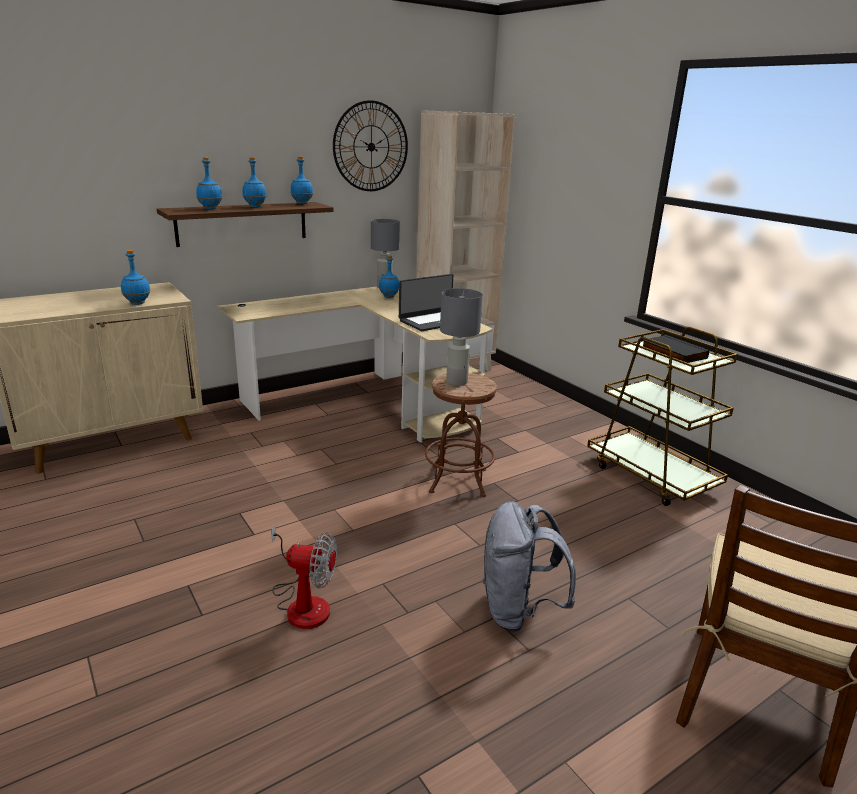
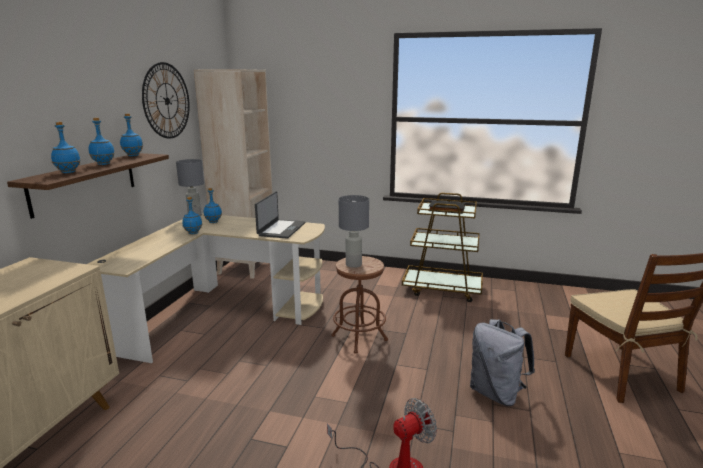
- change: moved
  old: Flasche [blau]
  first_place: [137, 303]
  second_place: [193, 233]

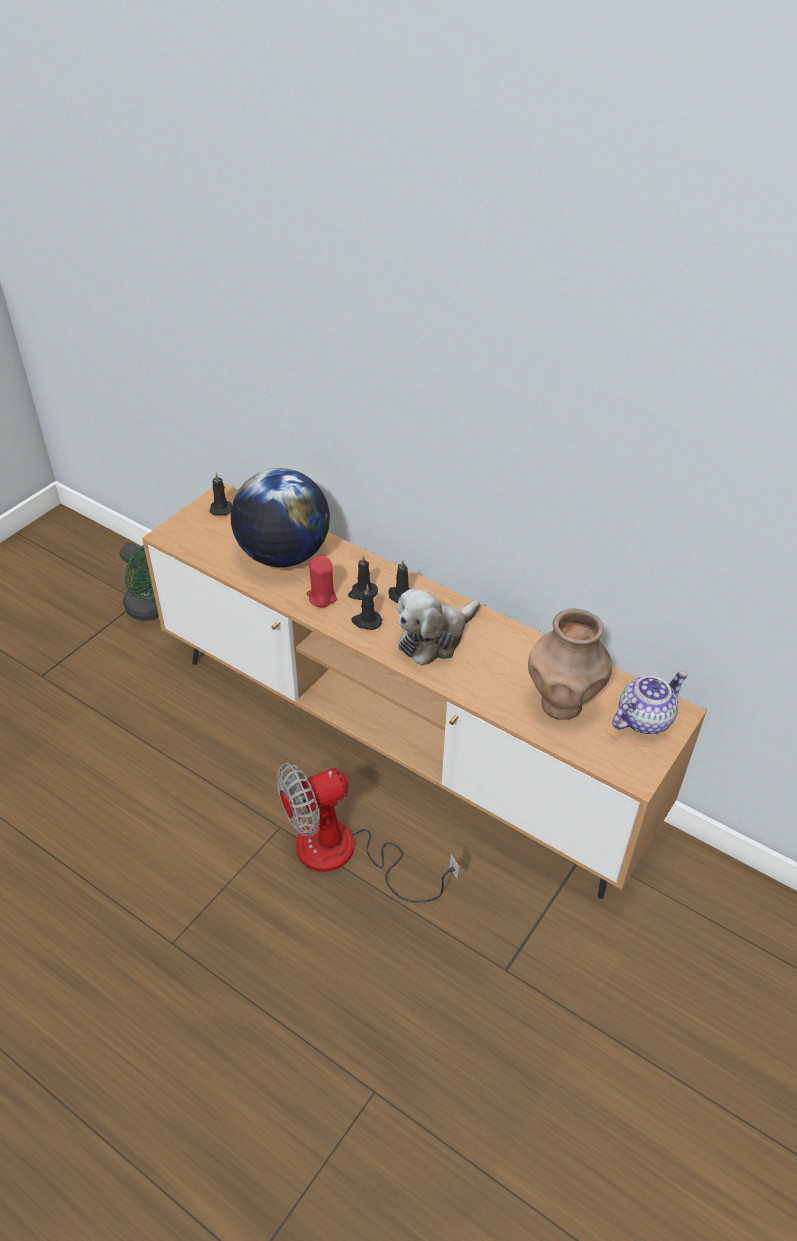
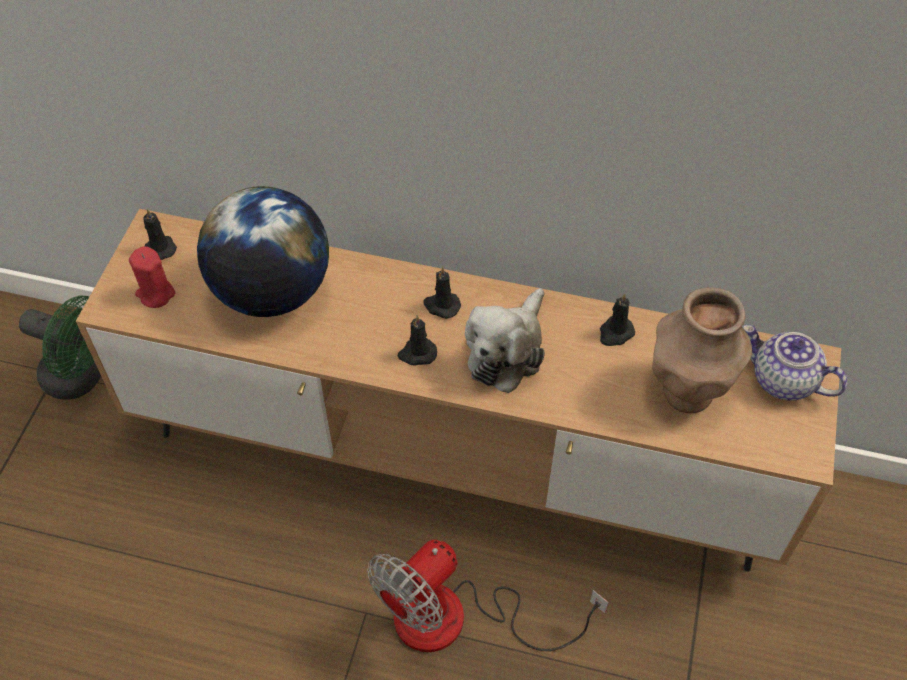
- change: moved
  old: Kerze [rot]
  first_place: [321, 597]
  second_place: [155, 294]
- change: moved
  old: Kerze [schwarz]
  first_place: [362, 592]
  second_place: [615, 333]
- change: turned
  old: Teekanne
  first_place: [644, 718]
  second_place: [782, 380]
  degrees: -90

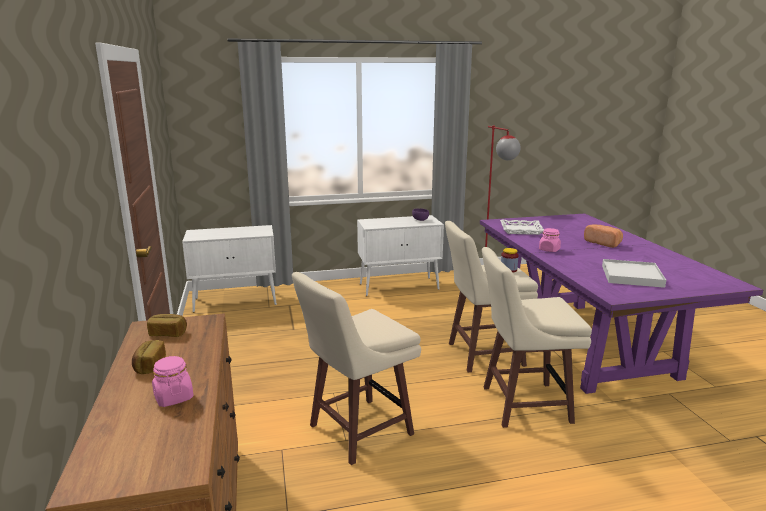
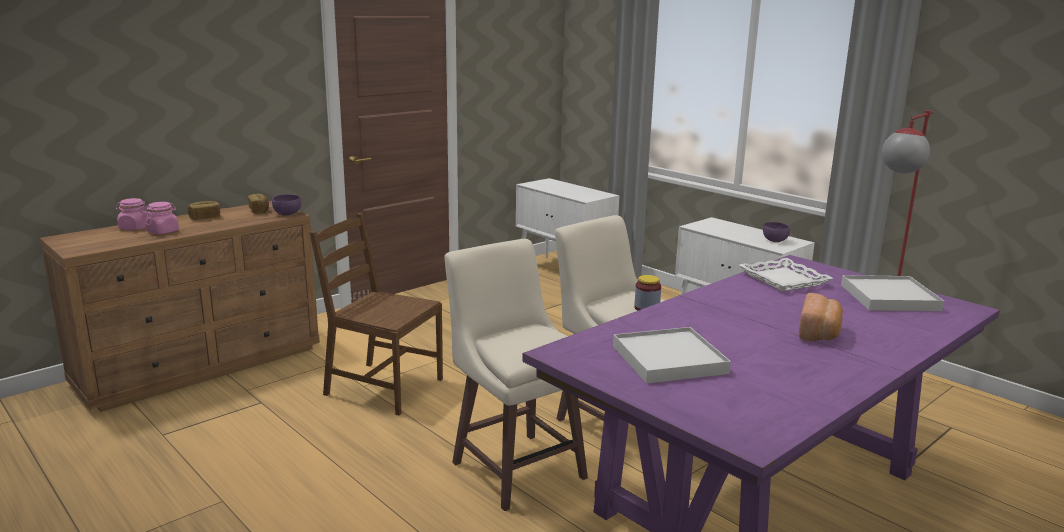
- change: added
  new: Schüssel [lila]
  second_place: [287, 214]
- change: added
  new: Tablett [weiß]
  second_place: [889, 297]
- change: moved
  old: Vorratsglas [rosa]
  first_place: [549, 250]
  second_place: [134, 228]
- change: replaced
  old: Hocker [beige]
  new: Stuhl [braun]
  first_place: [358, 431]
  second_place: [382, 387]

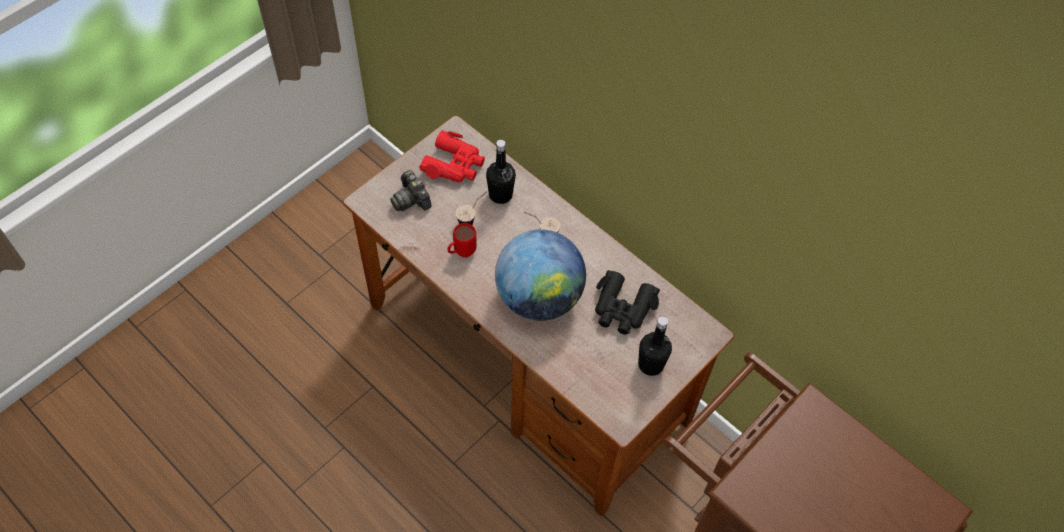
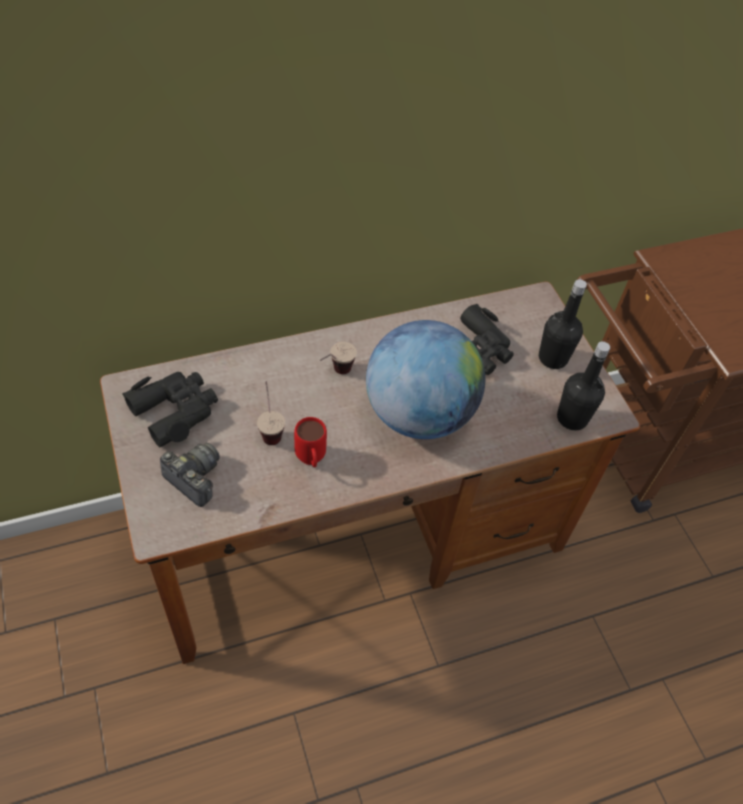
- change: moved
  old: Flasche [schwarz]
  first_place: [500, 195]
  second_place: [572, 418]
- change: recoloured
  old: Fernglas [rot]
  new: Fernglas [schwarz]
  first_place: [454, 164]
  second_place: [175, 410]
- change: turned
  old: Kamera
  first_place: [411, 199]
  second_place: [194, 479]
  degrees: -135

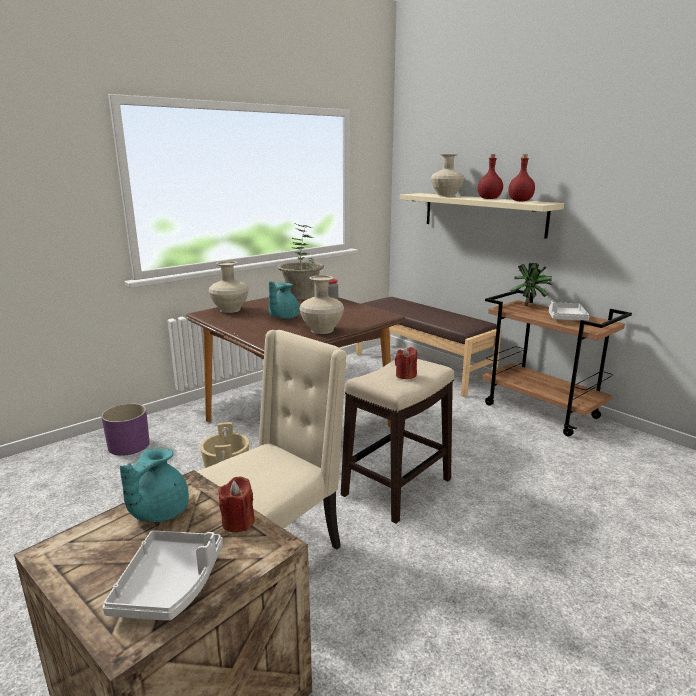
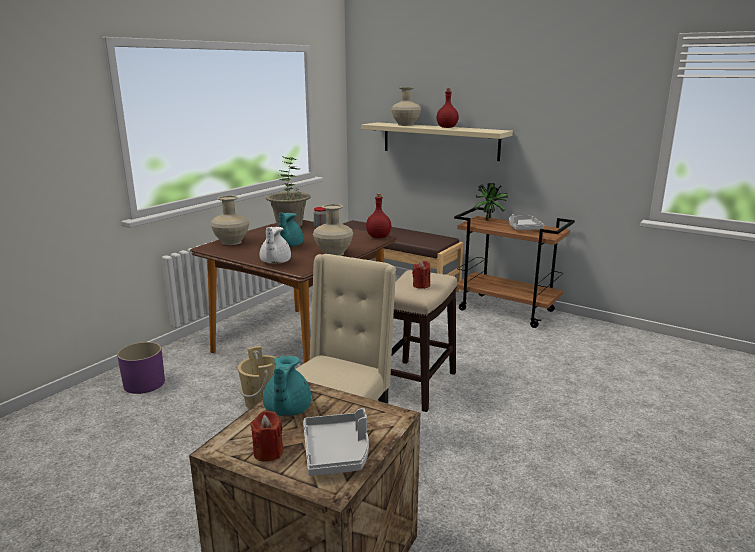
- change: added
  new: Teekanne [weiß]
  second_place: [274, 262]
- change: moved
  old: Kerze [rot]
  first_place: [238, 522]
  second_place: [268, 452]
- change: moved
  old: Flasche [rot]
  first_place: [520, 201]
  second_place: [379, 237]

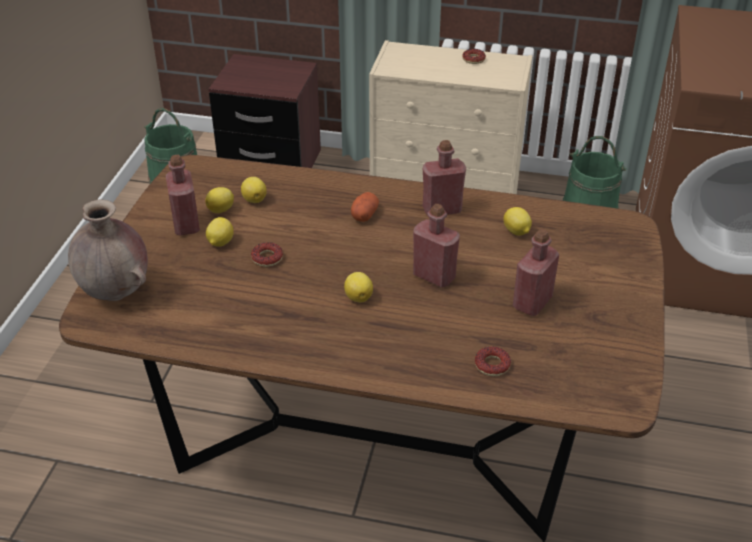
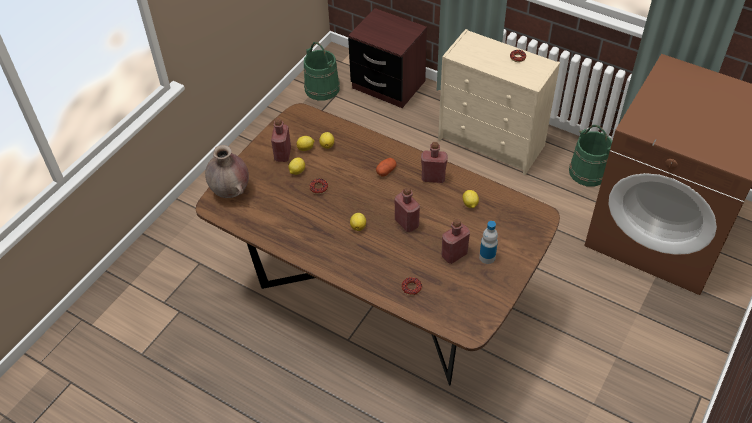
- change: added
  new: Flasche
  second_place: [487, 257]

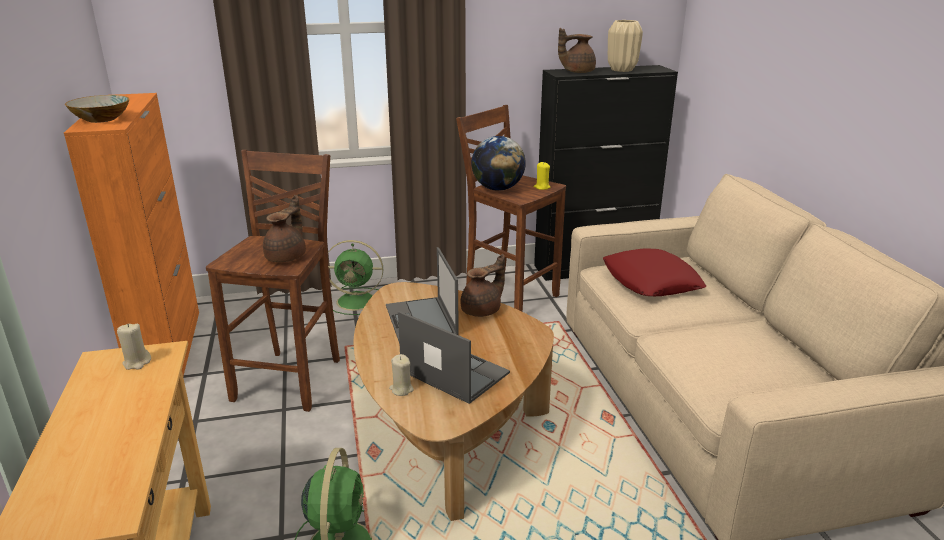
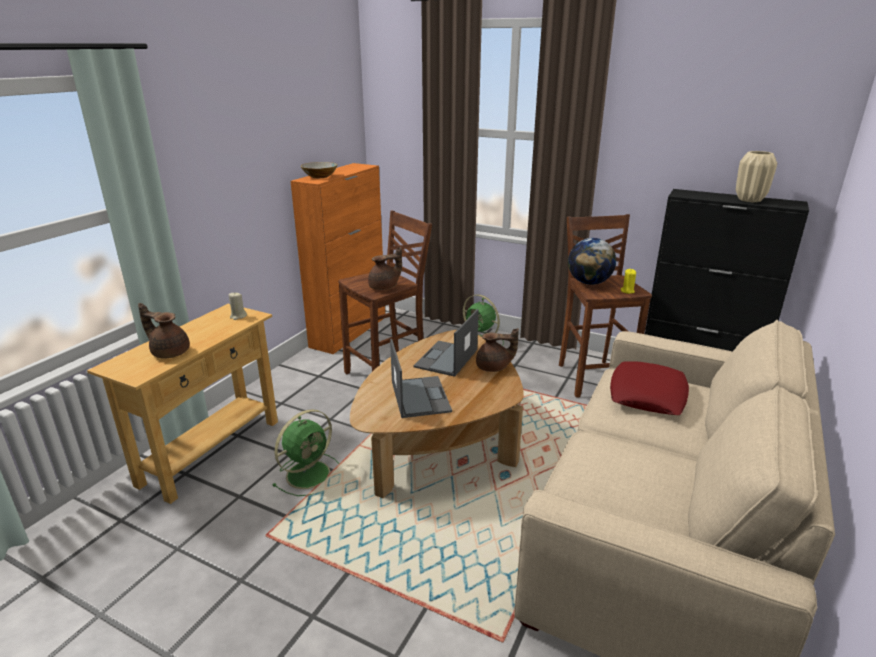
- change: removed
  old: Kerze [beige]
  first_place: [401, 389]
- change: moved
  old: Teekanne [braun]
  first_place: [576, 72]
  second_place: [169, 352]

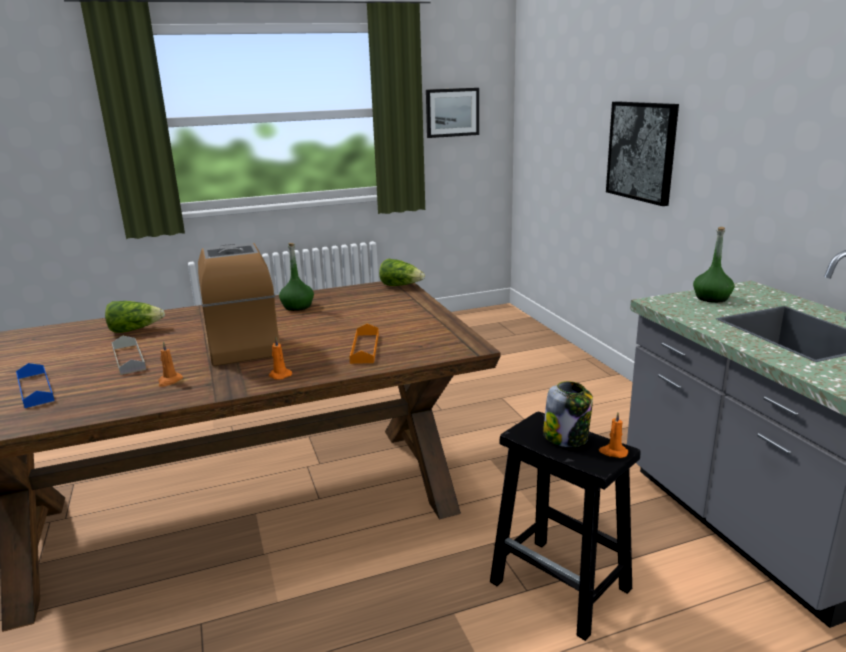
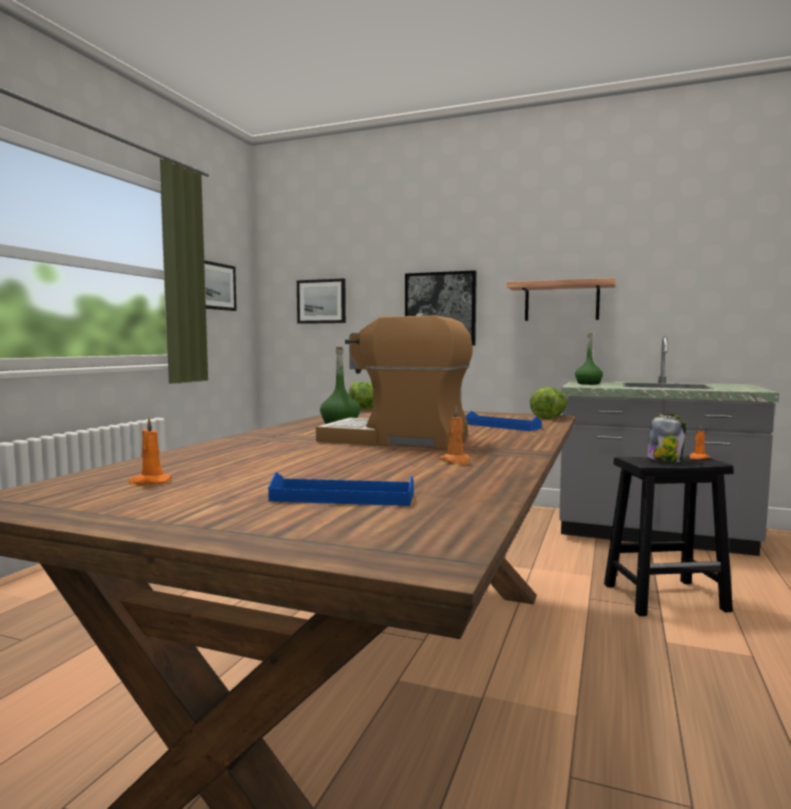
- change: removed
  old: Tablett [grau]
  first_place: [129, 359]
- change: added
  new: Bild
  second_place: [321, 301]
- change: added
  new: Wandregal
  second_place: [561, 301]
- change: moved
  old: Salatkopf
  first_place: [135, 330]
  second_place: [549, 417]
- change: moved
  old: Kerze [orange]
  first_place: [279, 375]
  second_place: [149, 482]
- change: recoloured
  old: Tablett [orange]
  new: Tablett [blau]
  first_place: [365, 348]
  second_place: [502, 426]

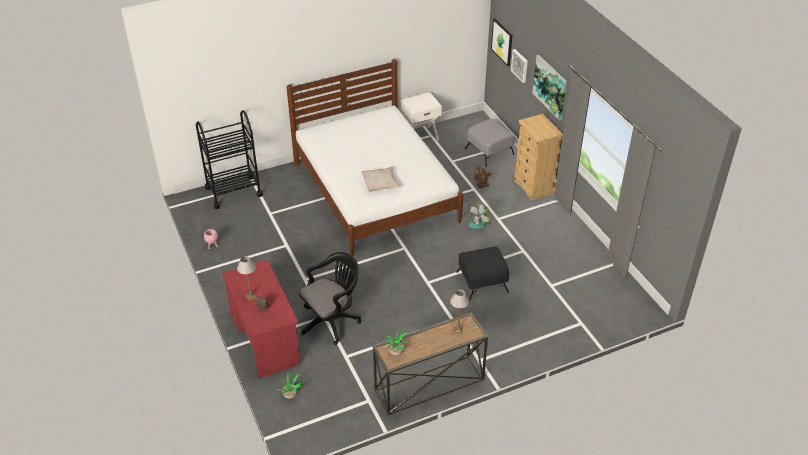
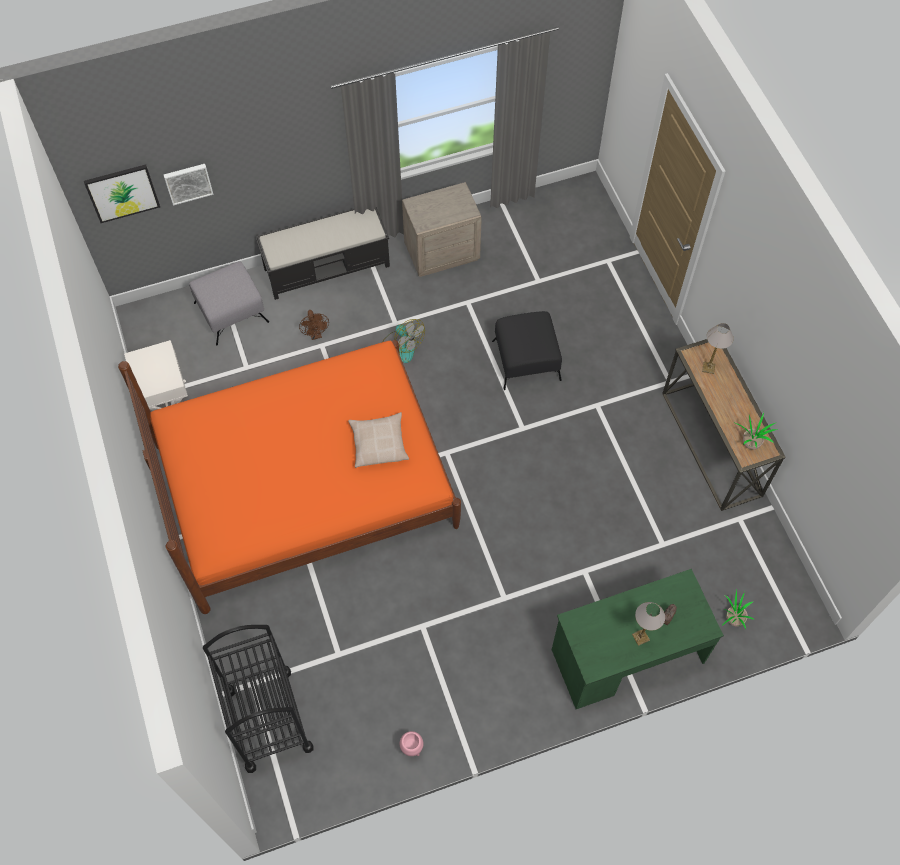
- change: removed
  old: Bürostuhl [schwarz]
  first_place: [332, 320]
- change: removed
  old: Bild
  first_place: [550, 86]
- change: added
  new: Nachttisch [beige]
  second_place: [441, 252]
- change: replaced
  old: Kommode [beige]
  new: Bank [schwarz]
  first_place: [534, 186]
  second_place: [327, 267]
- change: recoloured
  old: Schreibtisch [rot]
  new: Schreibtisch [grün]
  first_place: [265, 338]
  second_place: [627, 656]
- change: recoloured
  old: Bett [weiß]
  new: Bett [orange]
  first_place: [375, 191]
  second_place: [306, 486]

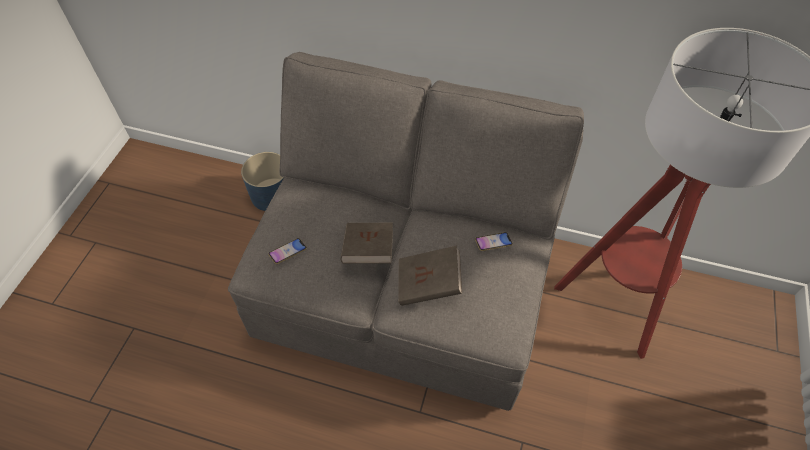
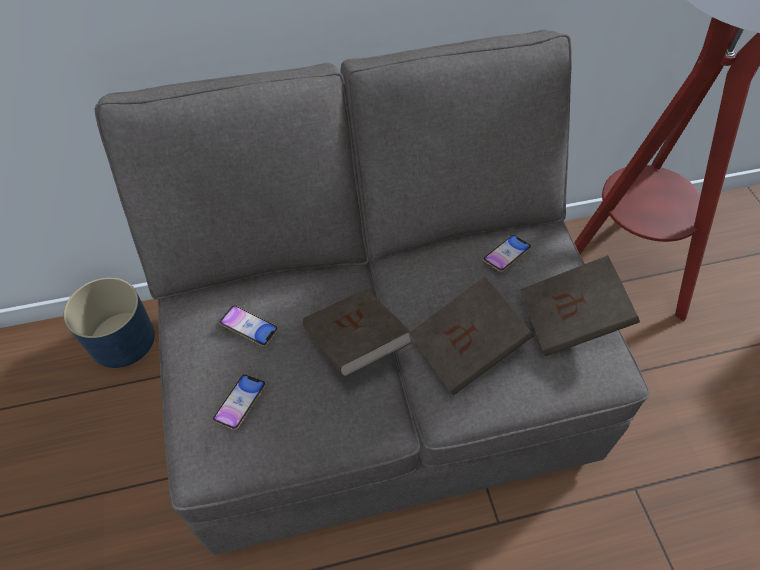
- change: added
  new: Handy
  second_place: [249, 327]
- change: added
  new: Buch [braun]
  second_place: [571, 320]

